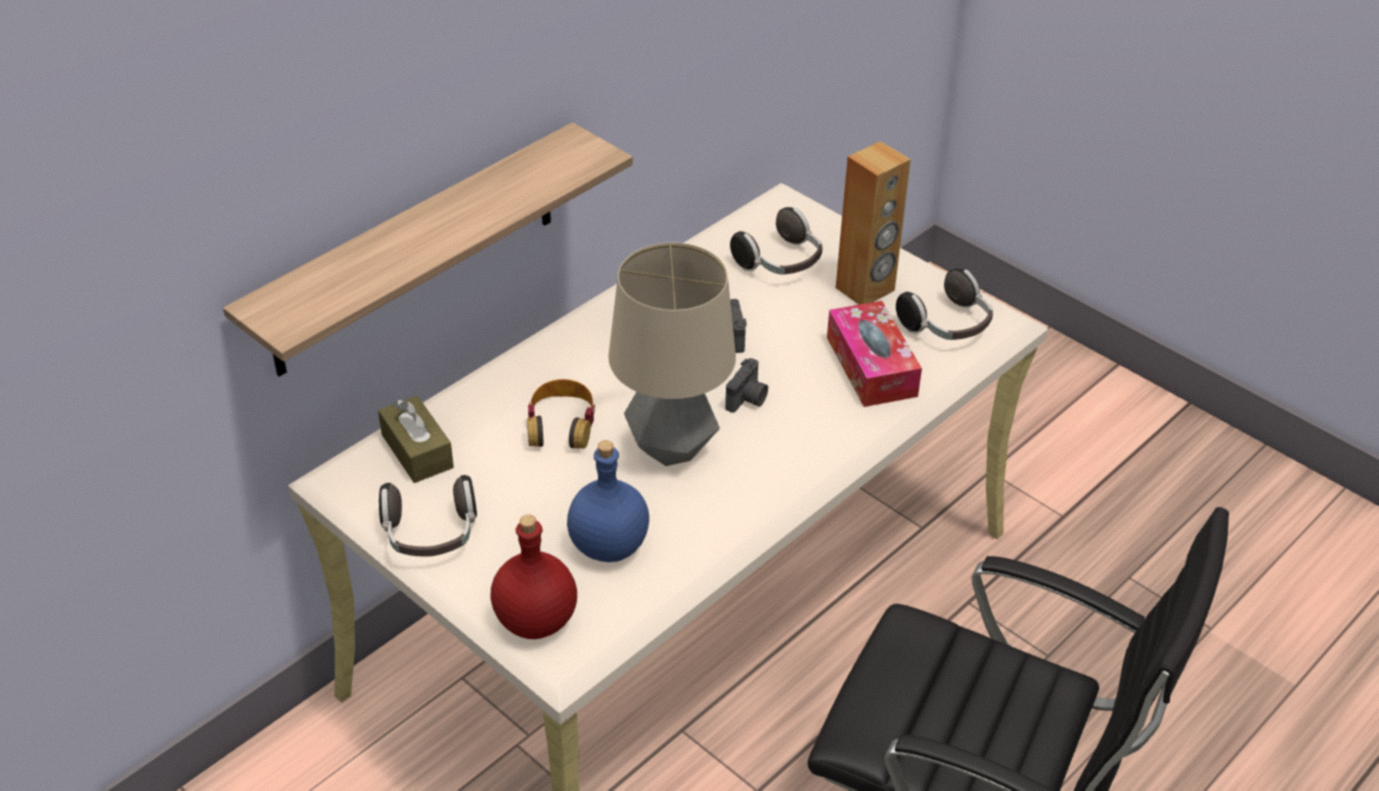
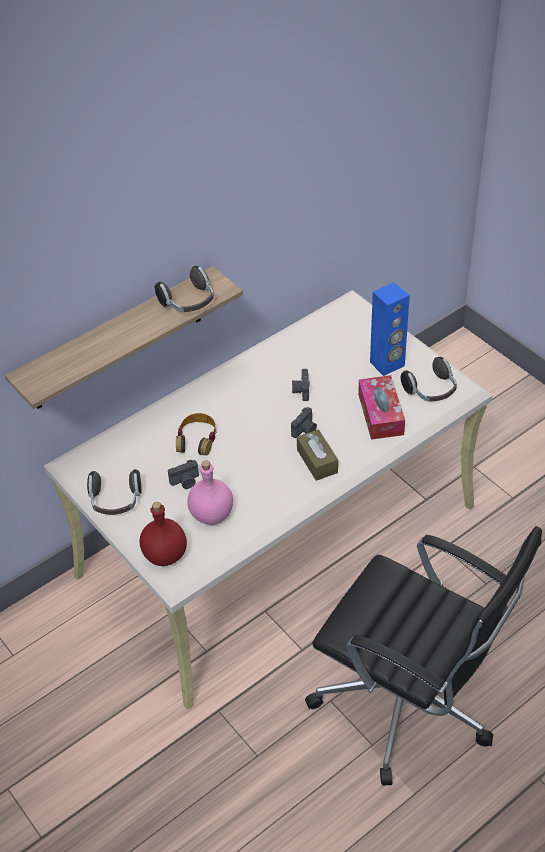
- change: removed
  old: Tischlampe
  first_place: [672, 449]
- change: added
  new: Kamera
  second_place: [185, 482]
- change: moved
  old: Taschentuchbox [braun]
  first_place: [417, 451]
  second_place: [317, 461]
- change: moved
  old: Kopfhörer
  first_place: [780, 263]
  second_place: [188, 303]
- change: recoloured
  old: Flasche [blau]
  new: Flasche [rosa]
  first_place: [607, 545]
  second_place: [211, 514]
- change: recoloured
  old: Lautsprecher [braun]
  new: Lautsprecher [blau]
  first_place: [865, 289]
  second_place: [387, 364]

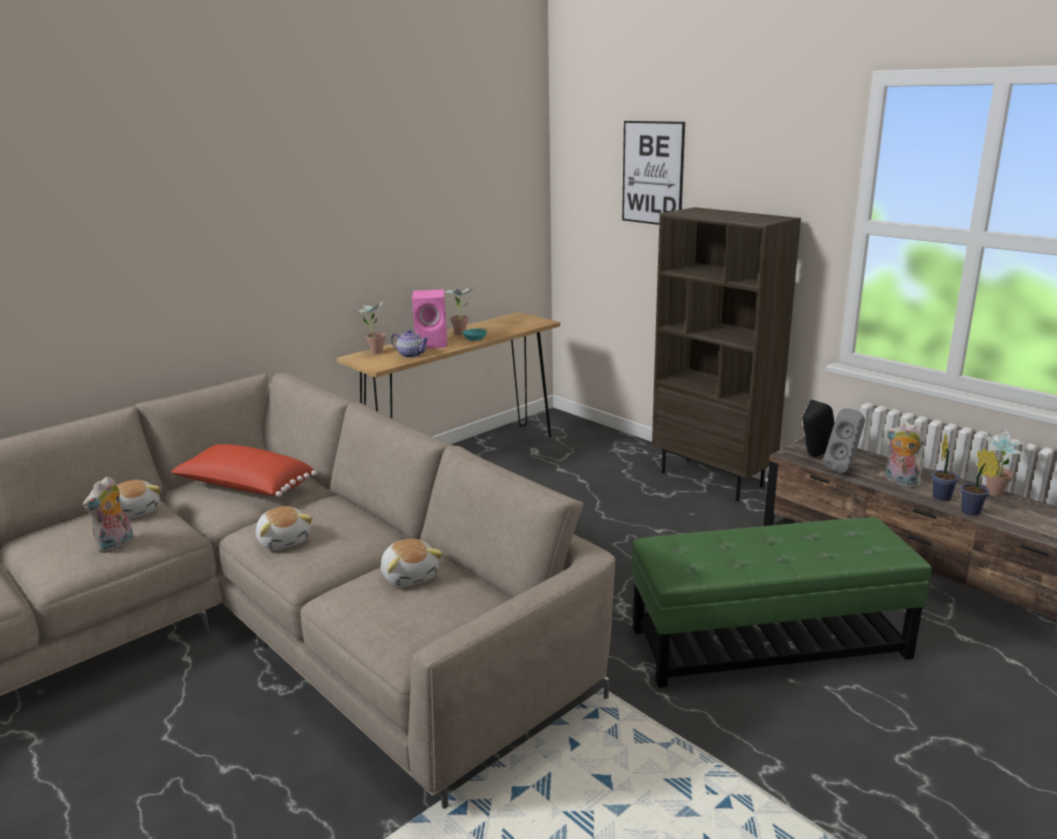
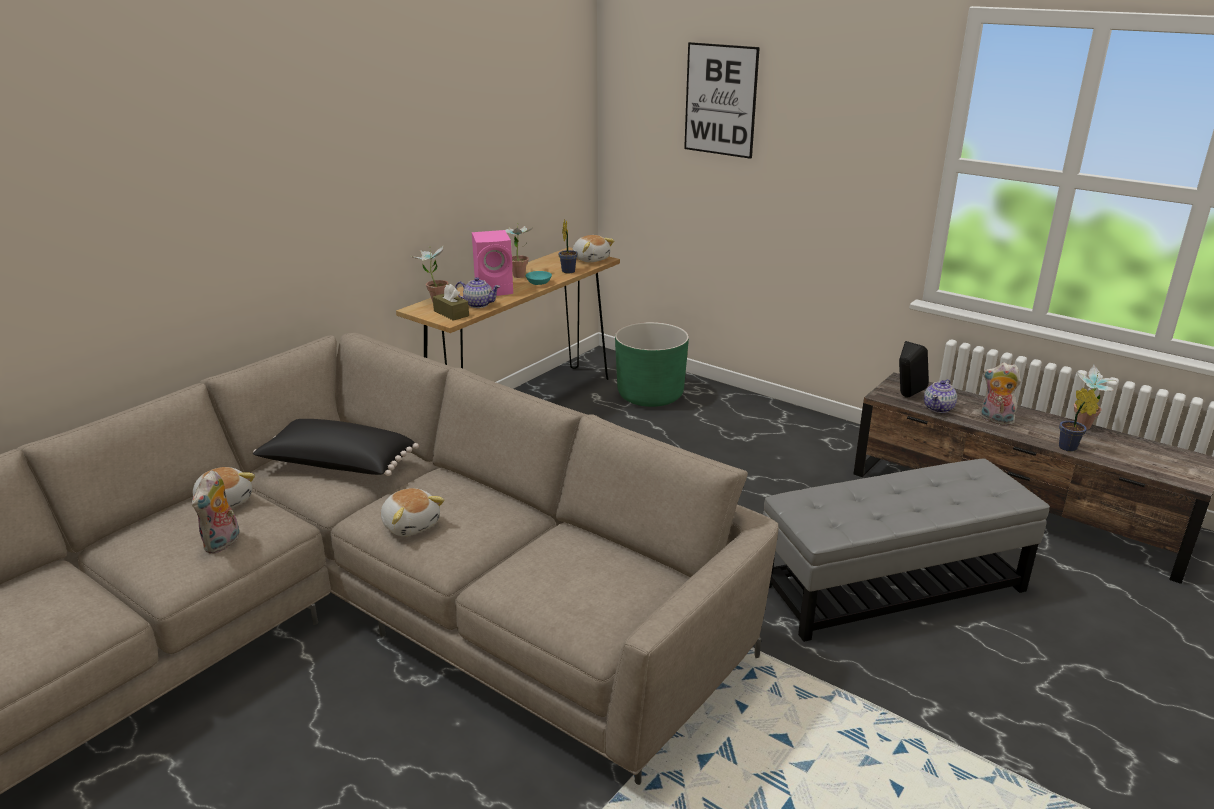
- change: removed
  old: Bücherregal [braun]
  first_place: [713, 479]
- change: added
  new: Taschentuchbox [braun]
  second_place: [451, 313]
- change: added
  new: Pflanzkübel [grün]
  second_place: [650, 395]
- change: moved
  old: Plüschtier
  first_place: [410, 576]
  second_place: [591, 259]
- change: moved
  old: Topfpflanze
  first_place: [941, 496]
  second_place: [568, 271]
- change: replaced
  old: Lautsprecher [grau]
  new: Teekanne
  first_place: [844, 468]
  second_place: [939, 408]
- change: recoloured
  old: Kissen [rot]
  new: Kissen [schwarz]
  first_place: [245, 488]
  second_place: [337, 466]
- change: recoloured
  old: Polsterhocker [grün]
  new: Polsterhocker [grau]
  first_place: [768, 642]
  second_place: [891, 586]

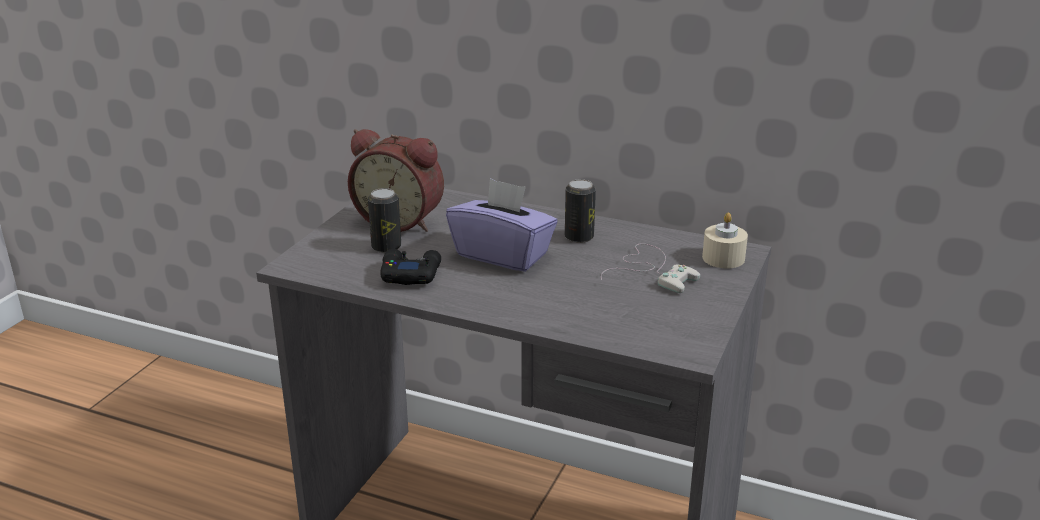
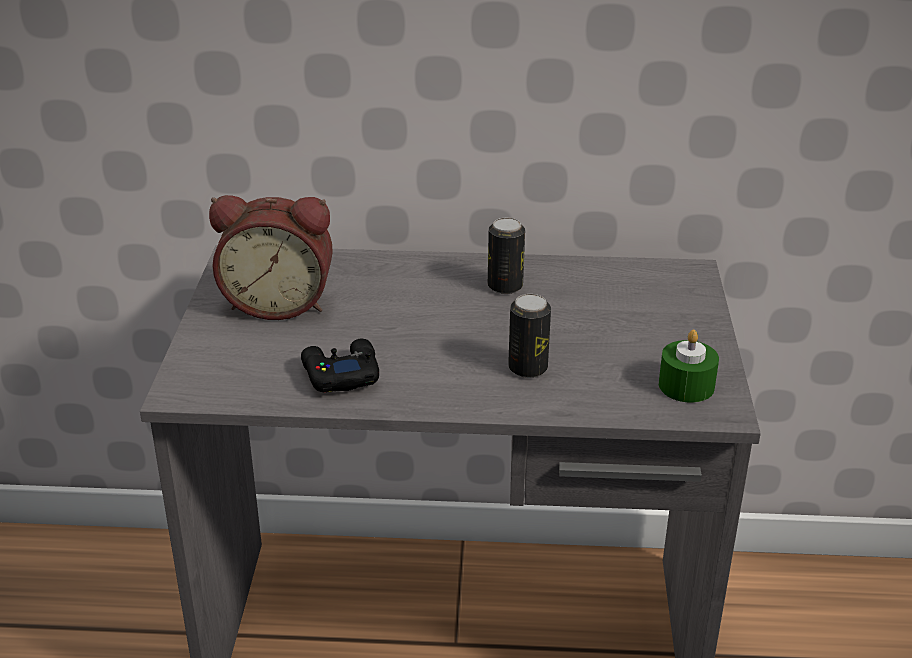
- change: removed
  old: Taschentuchbox [lila]
  first_place: [503, 255]
- change: removed
  old: Gamepad [weiß]
  first_place: [651, 271]
- change: removed
  old: Kerze [beige]
  first_place: [723, 258]
- change: added
  new: Kerze [grün]
  second_place: [686, 386]
- change: moved
  old: Dose
  first_place: [386, 247]
  second_place: [528, 368]

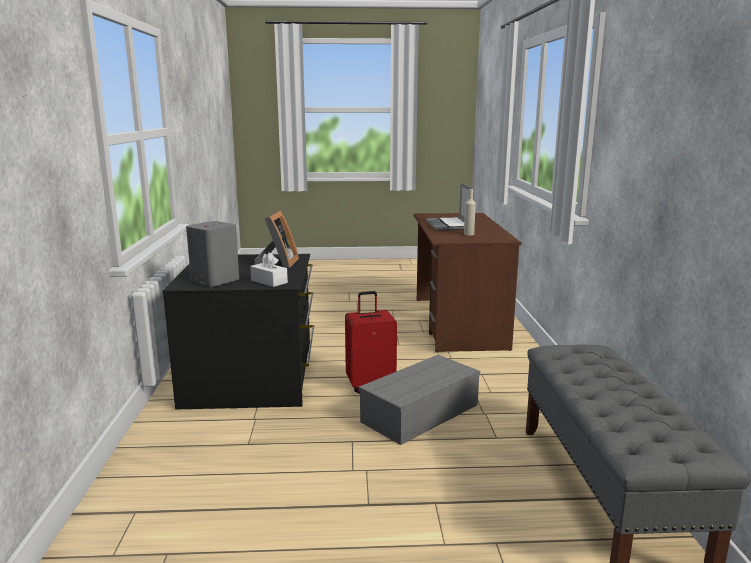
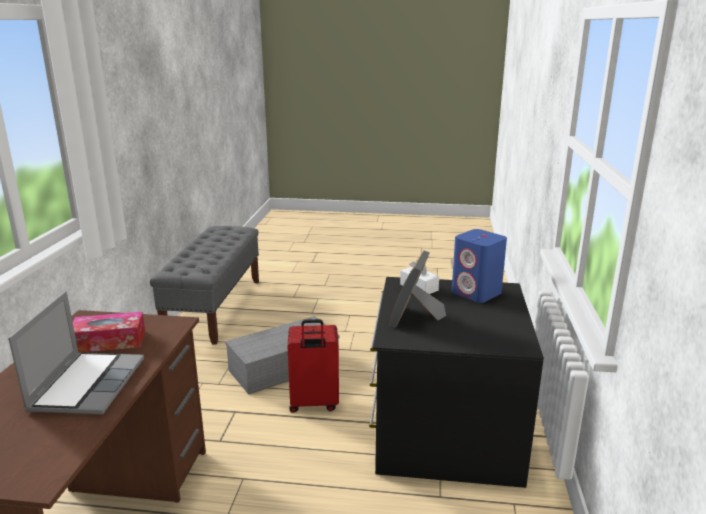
- change: replaced
  old: Flasche [beige]
  new: Taschentuchbox
  first_place: [469, 234]
  second_place: [109, 341]
- change: recoloured
  old: Lautsprecher [grau]
  new: Lautsprecher [blau]
  first_place: [215, 280]
  second_place: [476, 293]

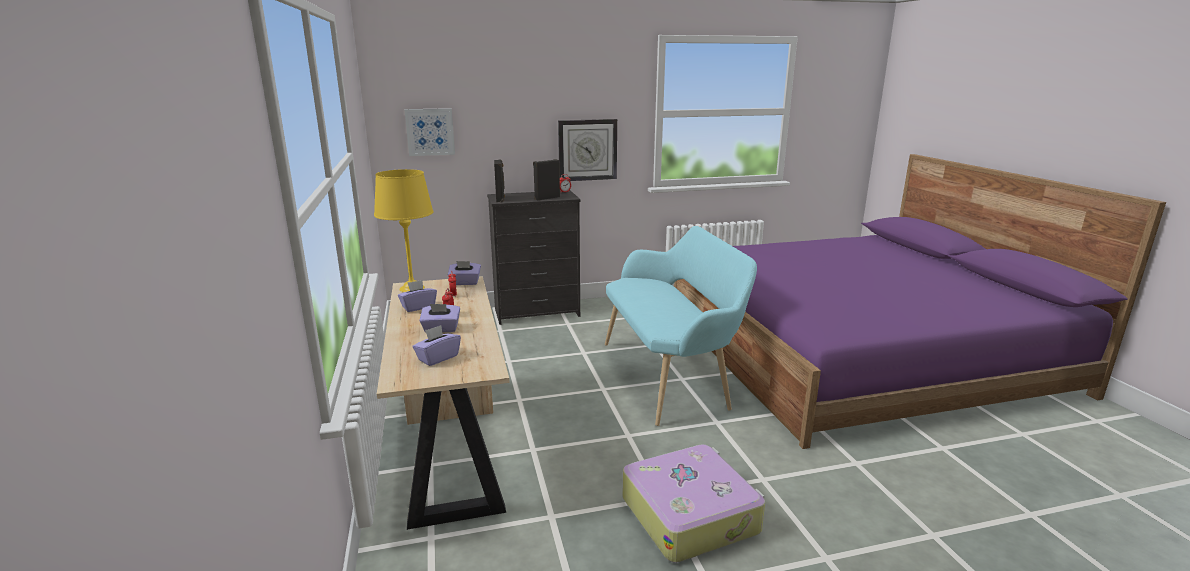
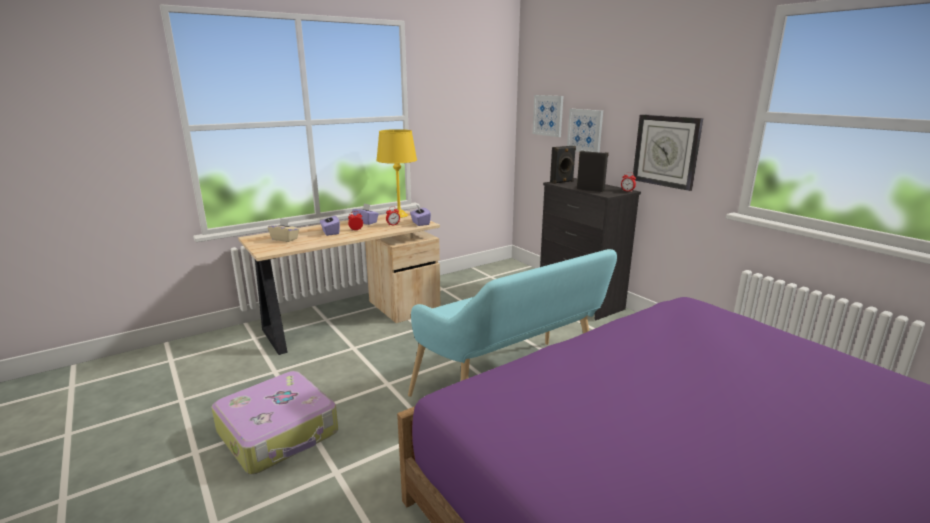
- change: added
  new: Bild
  second_place: [585, 131]
- change: recoloured
  old: Taschentuchbox [lila]
  new: Taschentuchbox [beige]
  first_place: [438, 358]
  second_place: [285, 239]

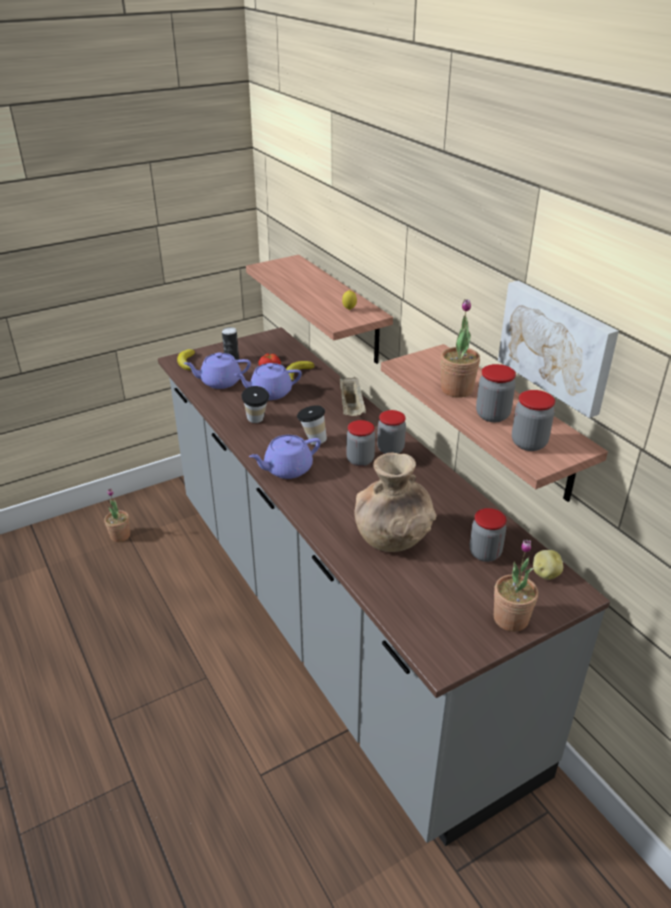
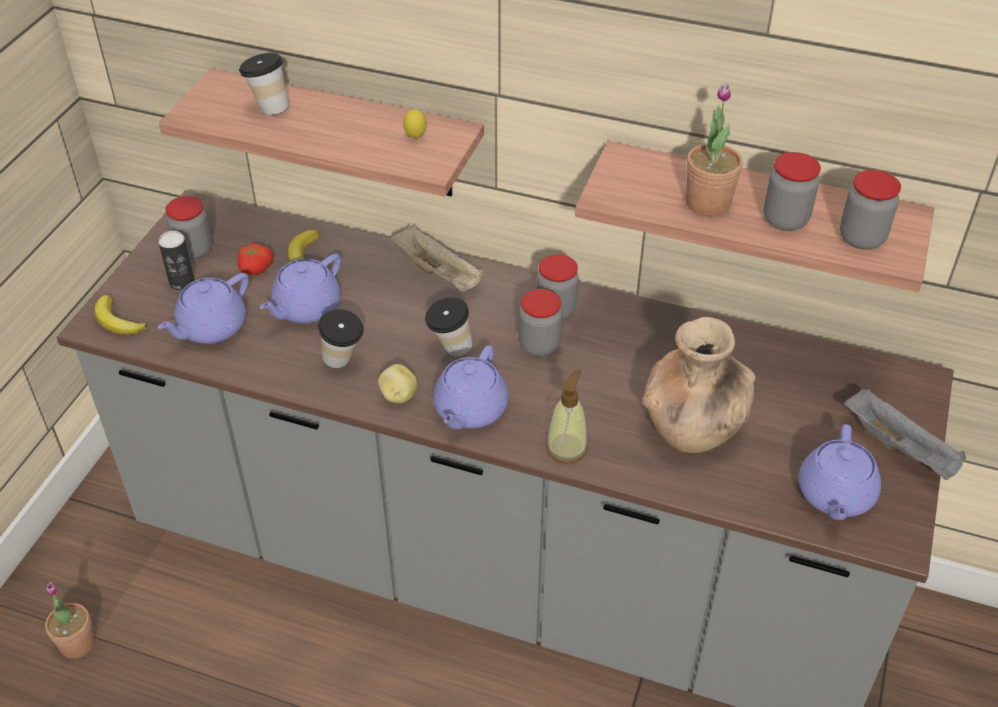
- change: removed
  old: Bild
  first_place: [557, 345]
- change: added
  new: Tasse
  second_place: [268, 108]
- change: added
  new: Seifenspender
  second_place: [566, 448]
- change: added
  new: Teekanne [lila]
  second_place: [835, 495]
- change: moved
  old: Vorratsglas
  first_place: [485, 553]
  second_place: [194, 250]
- change: moved
  old: Kartoffel
  first_place: [545, 574]
  second_place: [398, 395]
- change: replaced
  old: Topfpflanze
  new: Tablett [grau]
  first_place: [510, 619]
  second_place: [900, 448]

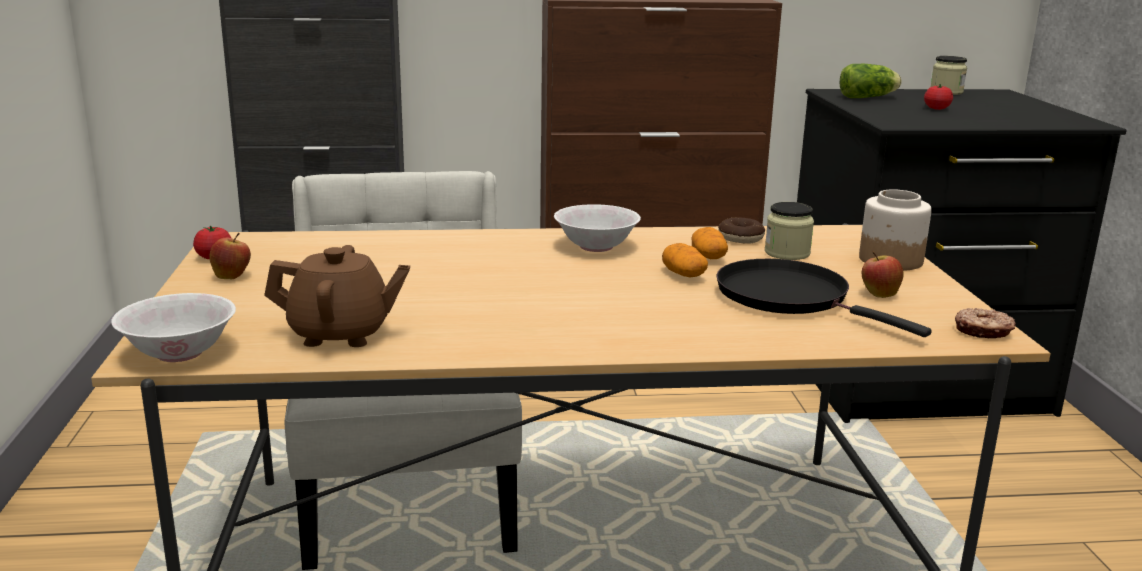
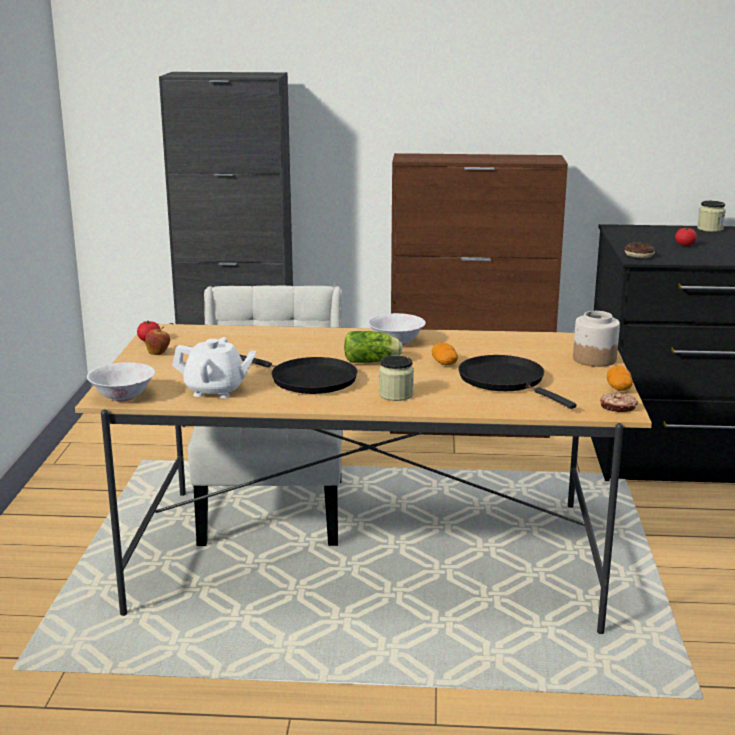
- change: removed
  old: Apfel
  first_place: [879, 294]
- change: added
  new: Pfanne [schwarz]
  second_place: [308, 380]
- change: moved
  old: Kartoffel
  first_place: [708, 257]
  second_place: [618, 388]
- change: moved
  old: Donut
  first_place: [741, 238]
  second_place: [639, 255]
- change: moved
  old: Vorratsglas
  first_place: [787, 253]
  second_place: [396, 395]
- change: moved
  old: Salatkopf
  first_place: [869, 97]
  second_place: [373, 361]
- change: recoloured
  old: Teekanne [braun]
  new: Teekanne [weiß]
  first_place: [340, 334]
  second_place: [215, 390]

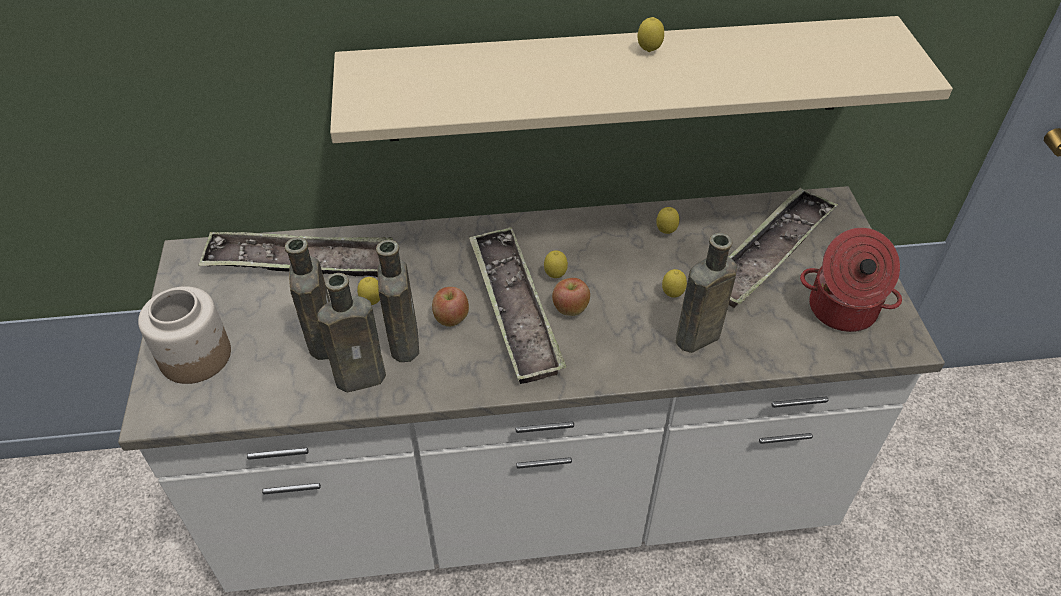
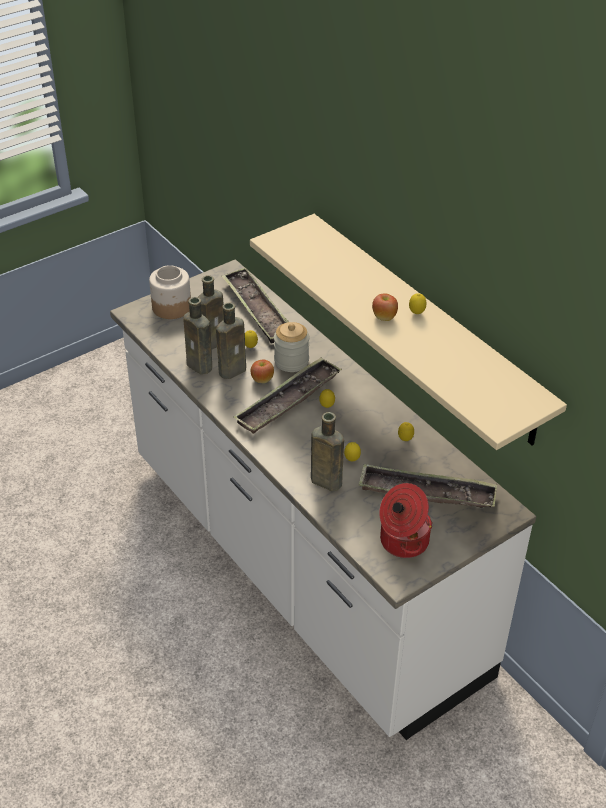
- change: added
  new: Vorratsglas
  second_place: [291, 361]
- change: moved
  old: Apfel
  first_place: [570, 309]
  second_place: [384, 317]

